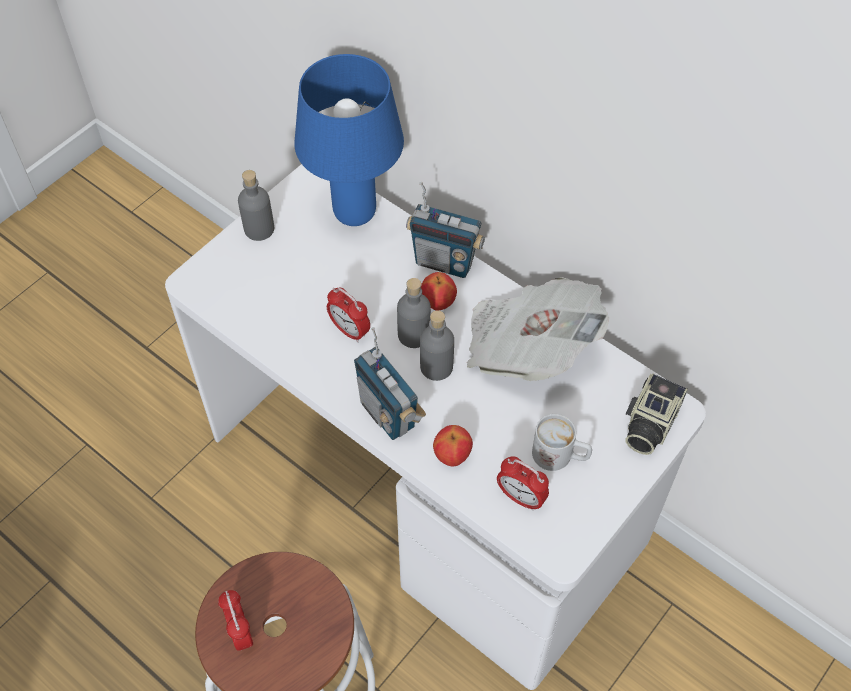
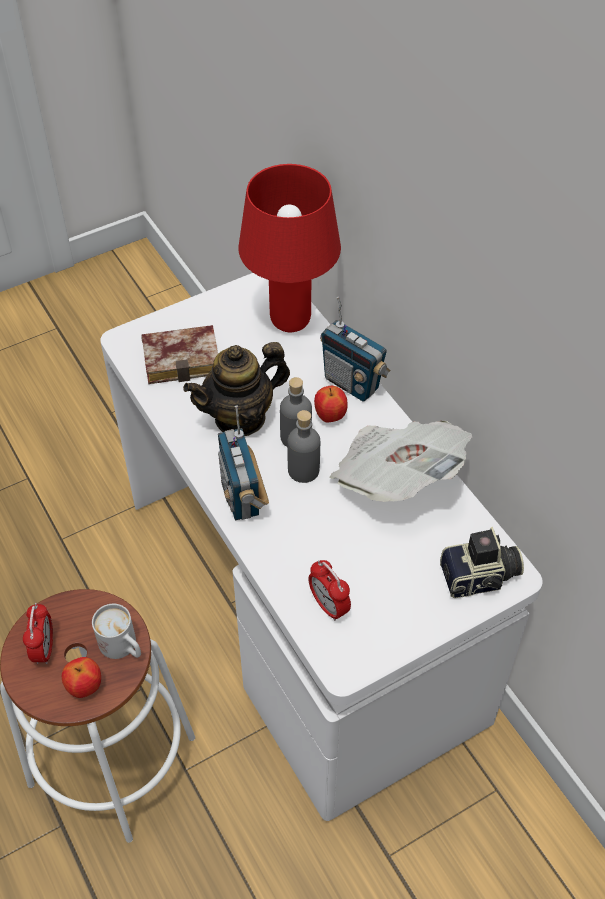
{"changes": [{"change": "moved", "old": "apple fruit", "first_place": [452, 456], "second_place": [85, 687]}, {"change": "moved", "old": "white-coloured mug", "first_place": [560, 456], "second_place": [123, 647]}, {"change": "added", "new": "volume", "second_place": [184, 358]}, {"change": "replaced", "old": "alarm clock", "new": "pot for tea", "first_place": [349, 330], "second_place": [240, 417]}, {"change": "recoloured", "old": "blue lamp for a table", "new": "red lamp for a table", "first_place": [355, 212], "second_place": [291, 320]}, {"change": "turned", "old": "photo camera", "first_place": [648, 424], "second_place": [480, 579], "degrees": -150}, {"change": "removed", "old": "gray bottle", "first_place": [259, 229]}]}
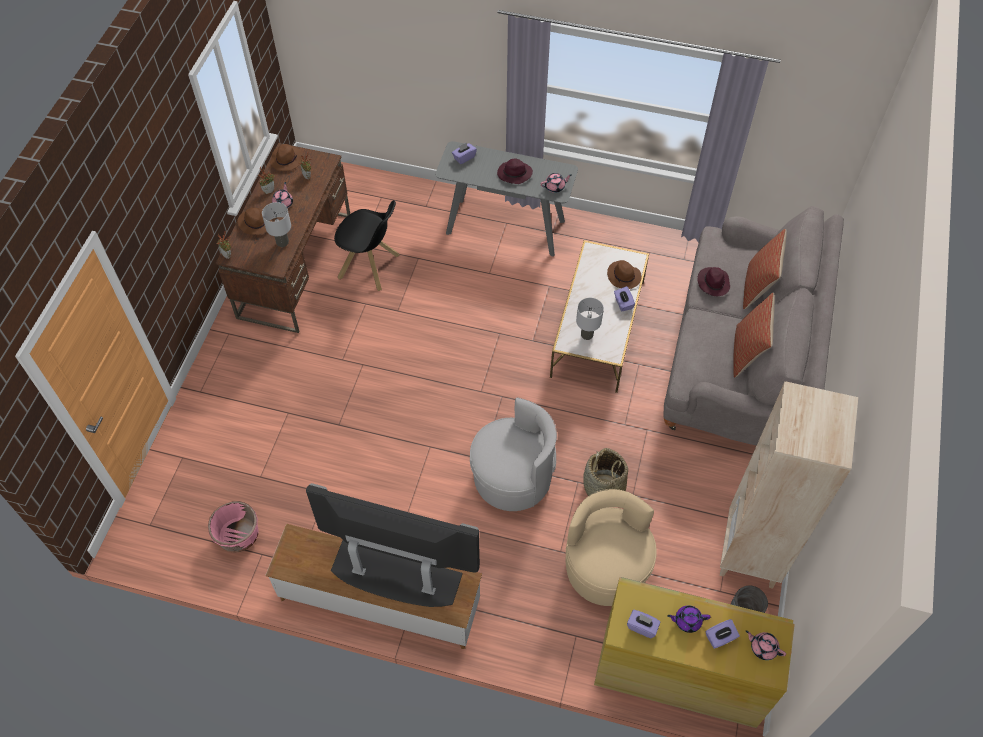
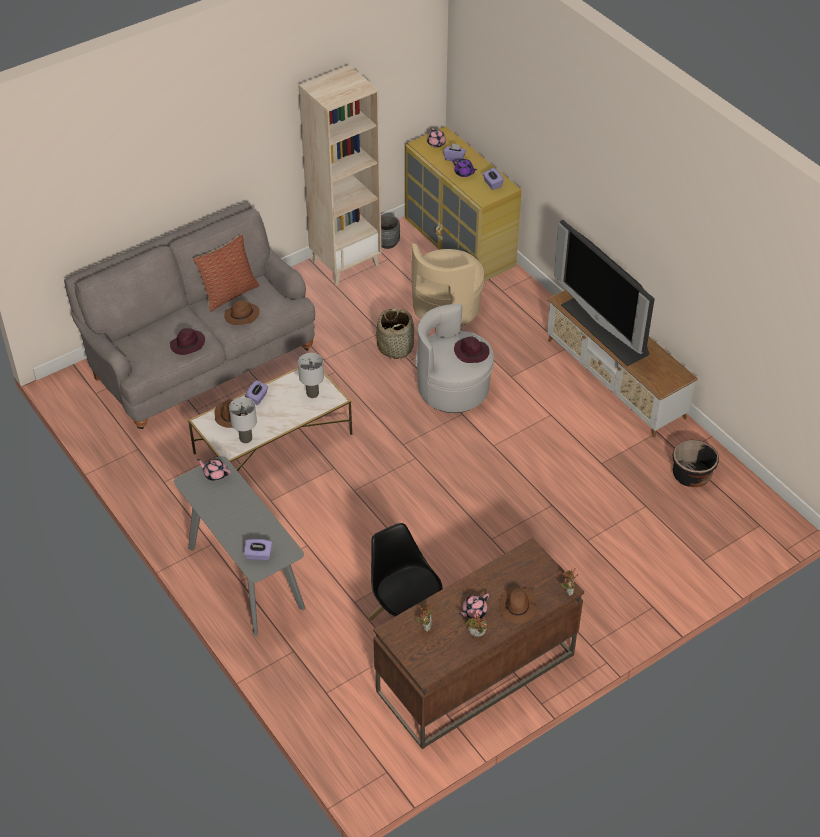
{"changes": [{"change": "moved", "old": "brown-coloured wearable hat", "first_place": [286, 159], "second_place": [241, 316]}, {"change": "moved", "old": "white-coloured lamp for a table", "first_place": [283, 243], "second_place": [245, 438]}, {"change": "moved", "old": "purple wearable hat", "first_place": [514, 174], "second_place": [472, 352]}, {"change": "recoloured", "old": "pink-coloured plant pot", "new": "black plant pot", "first_place": [238, 536], "second_place": [691, 475]}, {"change": "removed", "old": "cushion", "first_place": [758, 287]}]}
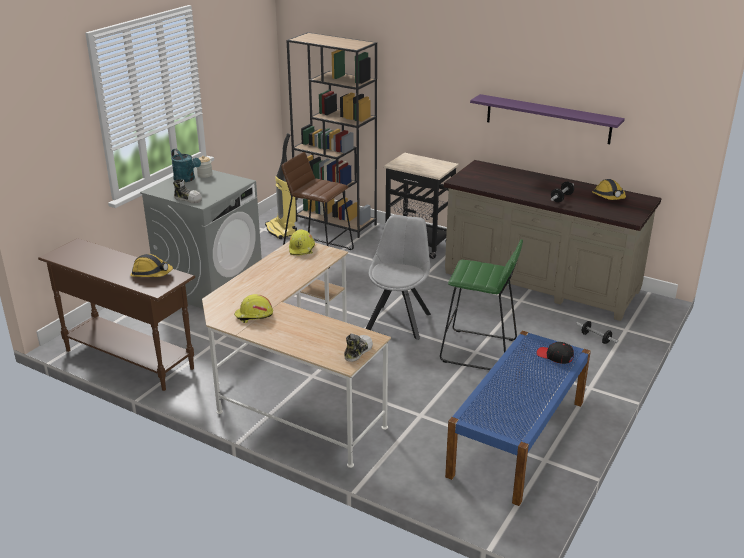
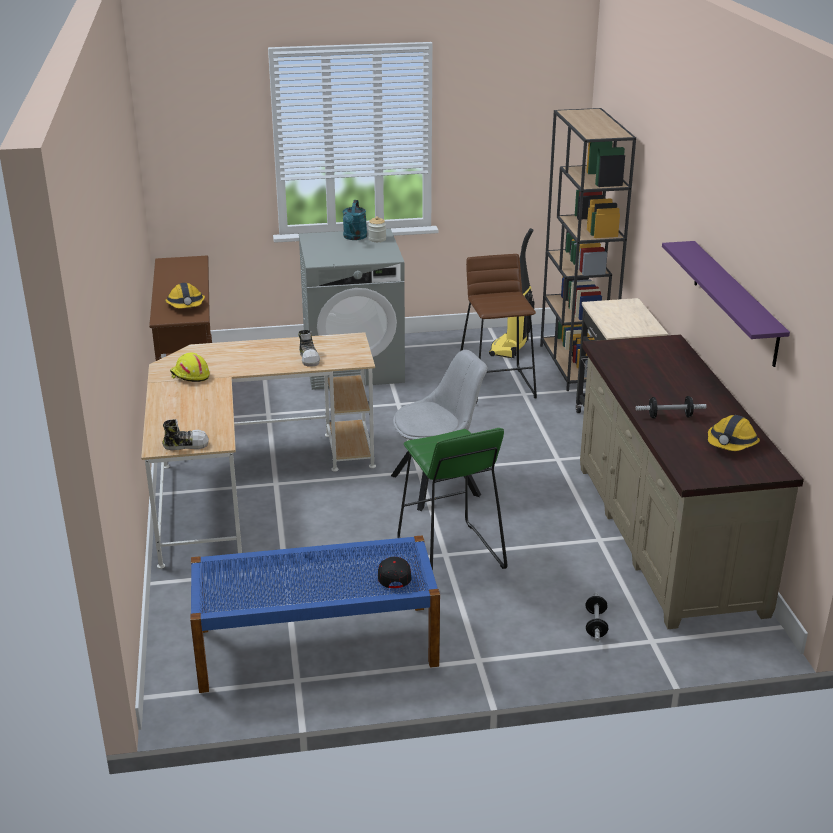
{"changes": [{"change": "moved", "old": "shoe", "first_place": [188, 199], "second_place": [309, 358]}, {"change": "removed", "old": "yellow hard hat", "first_place": [302, 249]}]}
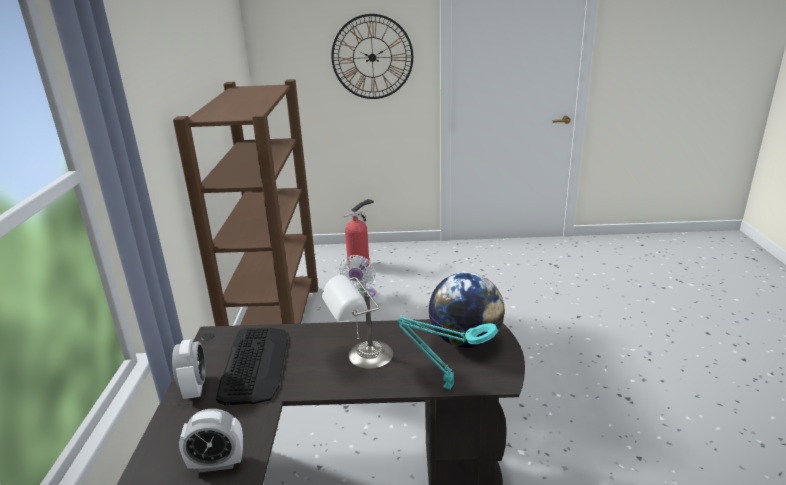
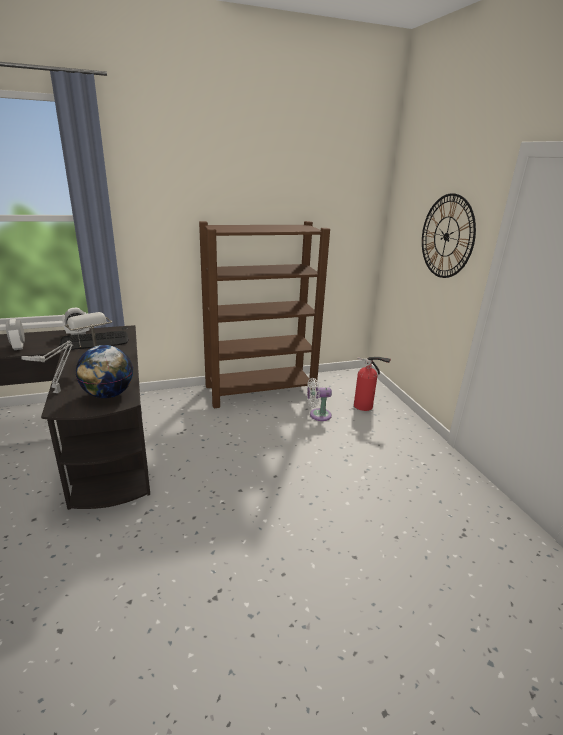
{"changes": [{"change": "recoloured", "old": "blue-green lamp for a table", "new": "gray lamp for a table", "first_place": [445, 386], "second_place": [58, 391]}]}
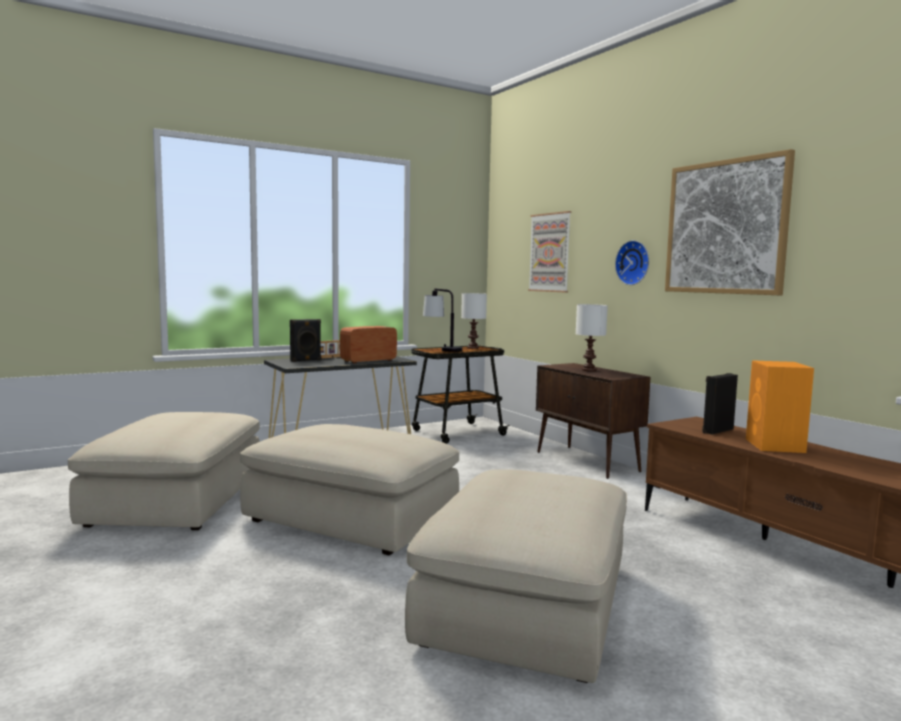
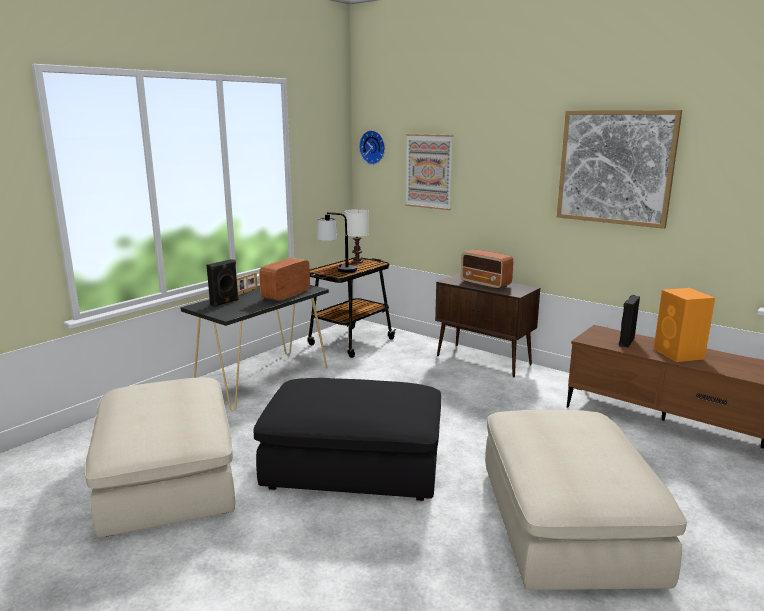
{"changes": [{"change": "recoloured", "old": "sand-coloured ottoman", "new": "black ottoman", "first_place": [353, 518], "second_place": [355, 465]}, {"change": "moved", "old": "clock on the wall", "first_place": [634, 263], "second_place": [373, 147]}, {"change": "replaced", "old": "white-coloured lamp for a table", "new": "radio set", "first_place": [589, 370], "second_place": [486, 284]}]}
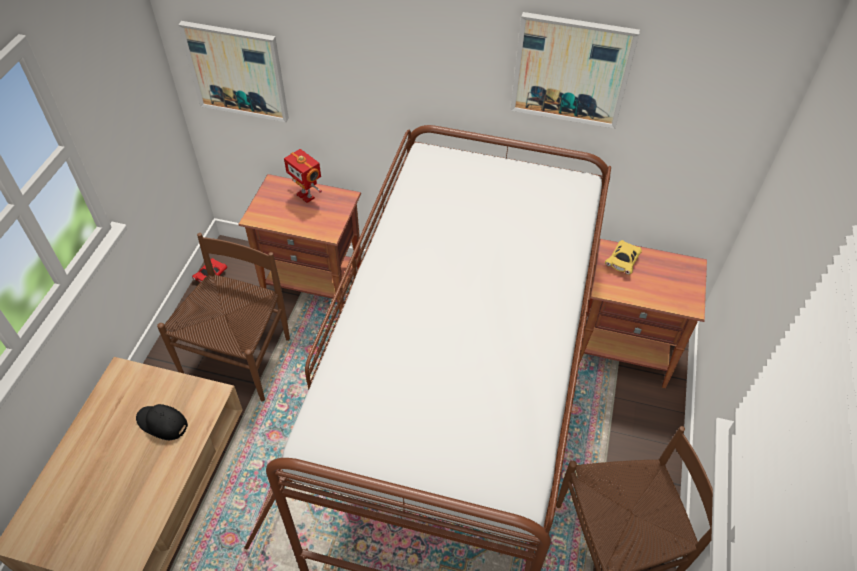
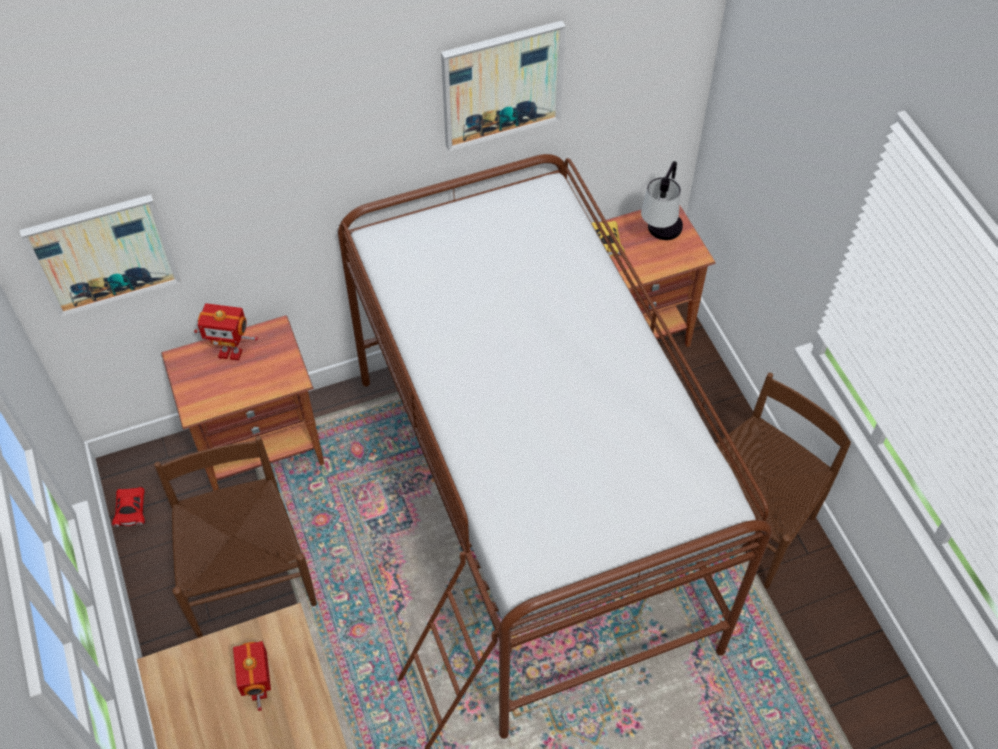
{"changes": [{"change": "replaced", "old": "black baseball cap", "new": "robot figure", "first_place": [162, 423], "second_place": [260, 688]}, {"change": "added", "new": "lamp for a table", "second_place": [660, 239]}]}
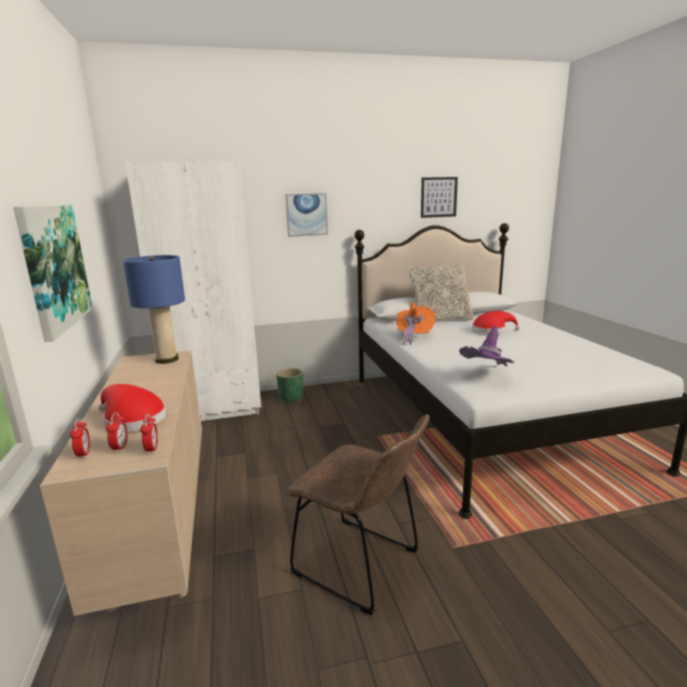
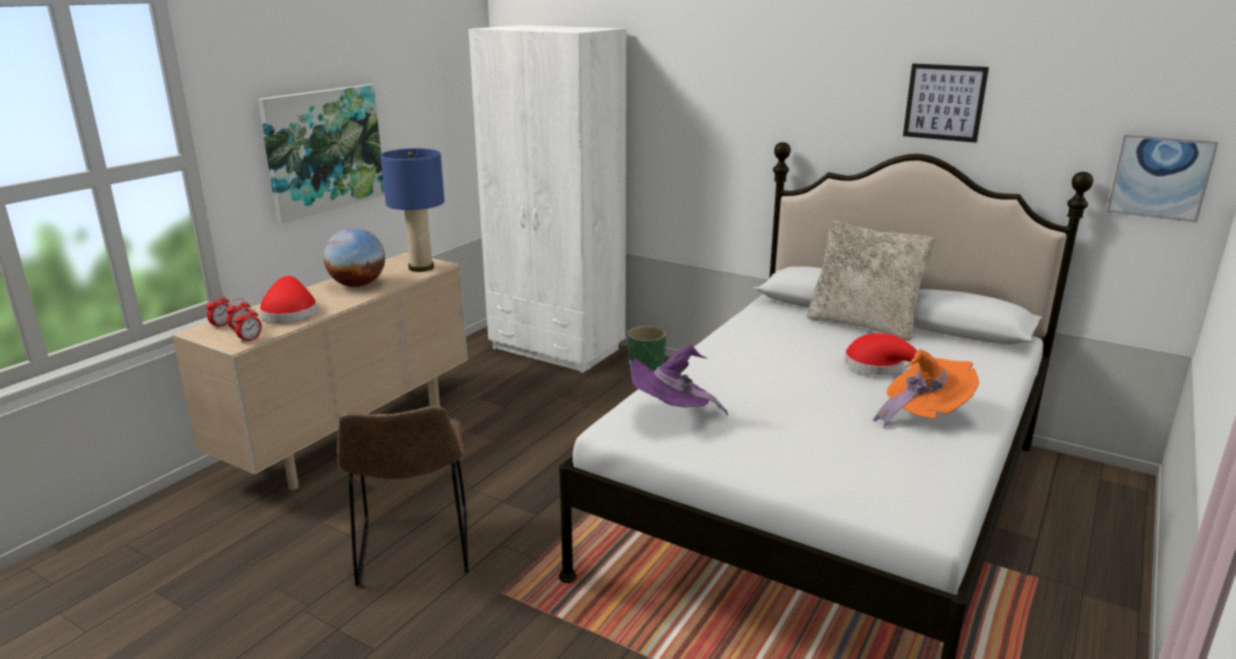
{"changes": [{"change": "added", "new": "world globe", "second_place": [357, 285]}, {"change": "moved", "old": "orange wearable hat", "first_place": [413, 336], "second_place": [922, 414]}, {"change": "moved", "old": "wall art", "first_place": [306, 214], "second_place": [1160, 177]}]}
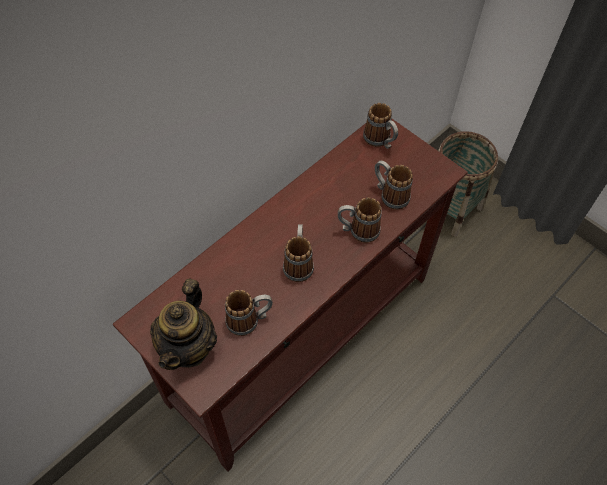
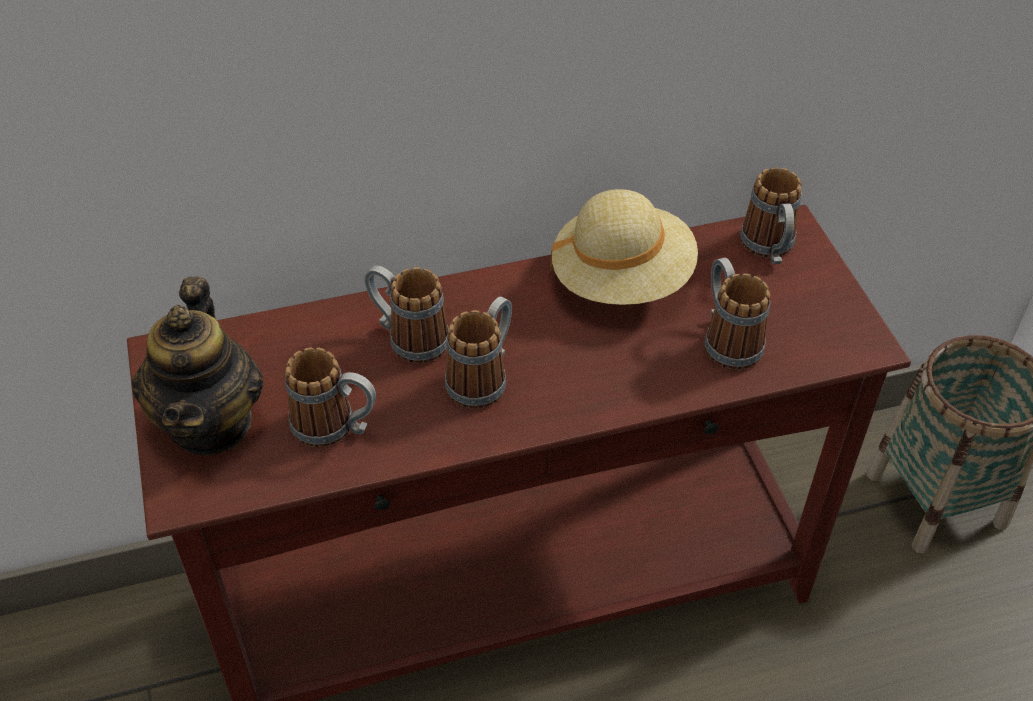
{"changes": [{"change": "turned", "old": "pot for tea", "first_place": [189, 347], "second_place": [211, 423], "degrees": -45}, {"change": "moved", "old": "mug", "first_place": [358, 231], "second_place": [408, 338]}, {"change": "added", "new": "sand-coloured wearable hat", "second_place": [622, 279]}]}
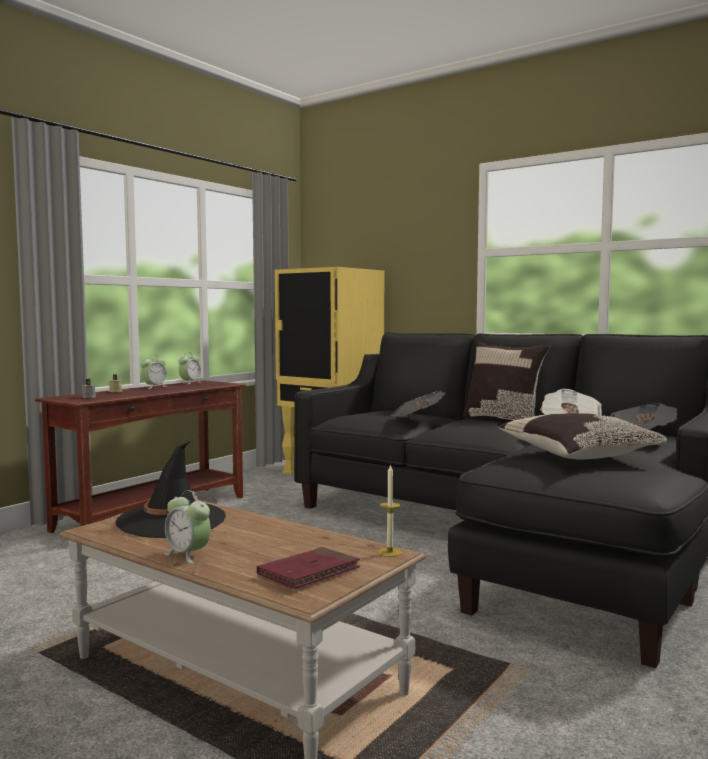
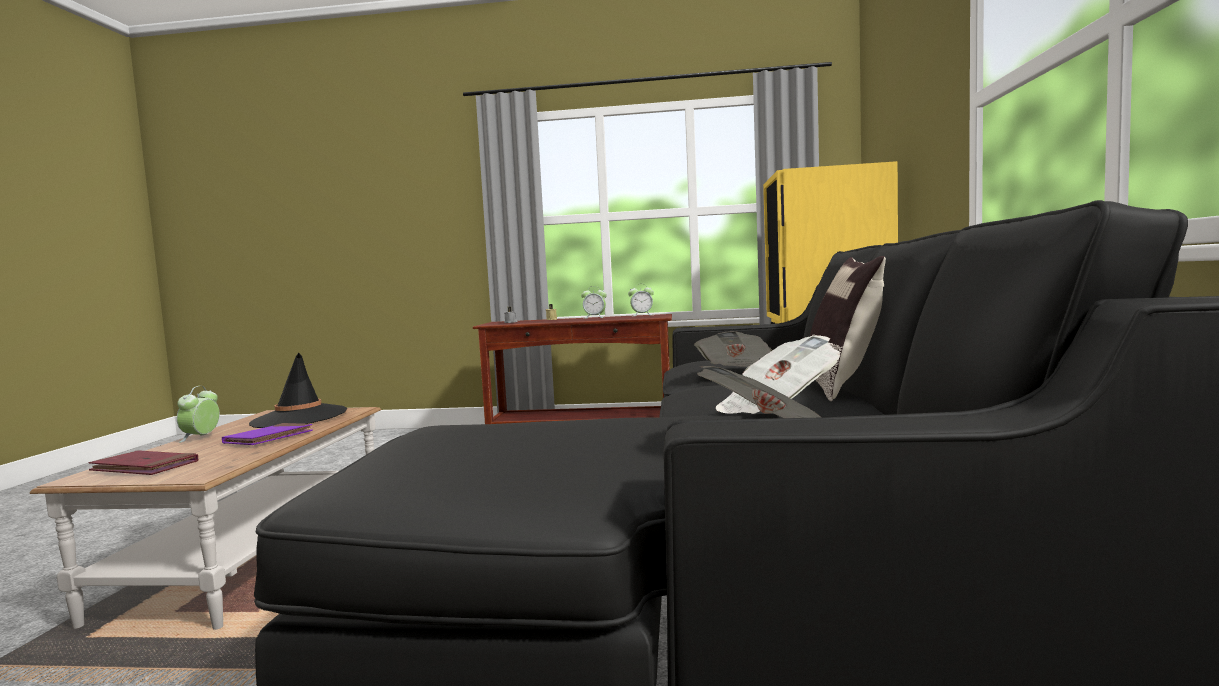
{"changes": [{"change": "added", "new": "purple volume", "second_place": [269, 438]}, {"change": "removed", "old": "candle", "first_place": [390, 552]}, {"change": "removed", "old": "cushion", "first_place": [578, 455]}]}
